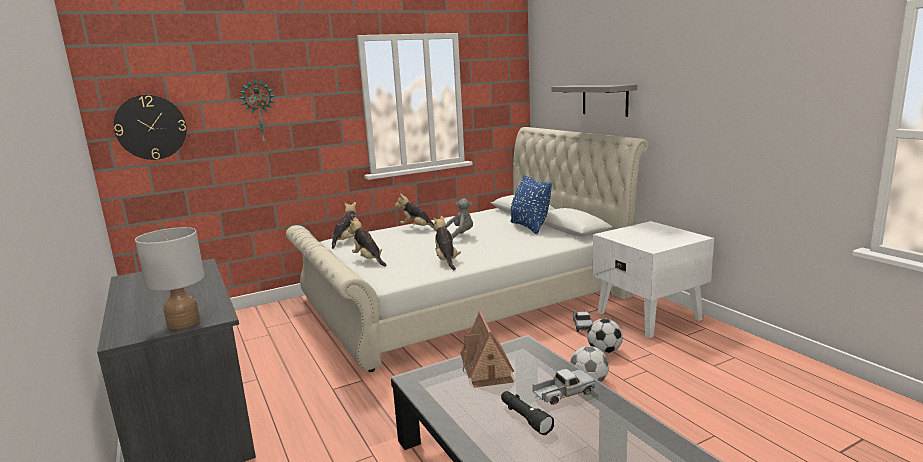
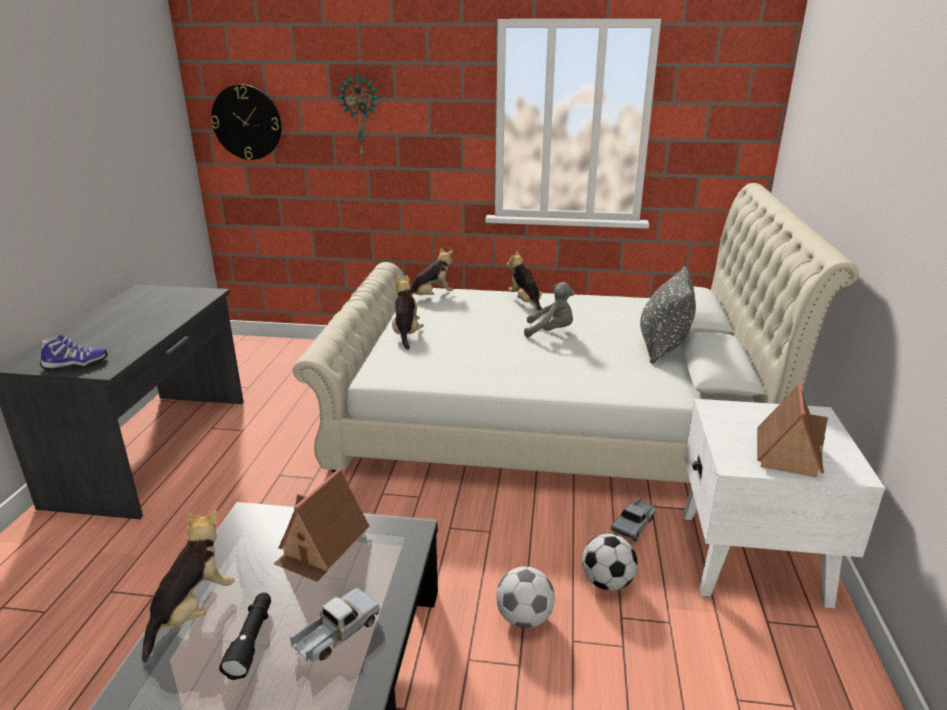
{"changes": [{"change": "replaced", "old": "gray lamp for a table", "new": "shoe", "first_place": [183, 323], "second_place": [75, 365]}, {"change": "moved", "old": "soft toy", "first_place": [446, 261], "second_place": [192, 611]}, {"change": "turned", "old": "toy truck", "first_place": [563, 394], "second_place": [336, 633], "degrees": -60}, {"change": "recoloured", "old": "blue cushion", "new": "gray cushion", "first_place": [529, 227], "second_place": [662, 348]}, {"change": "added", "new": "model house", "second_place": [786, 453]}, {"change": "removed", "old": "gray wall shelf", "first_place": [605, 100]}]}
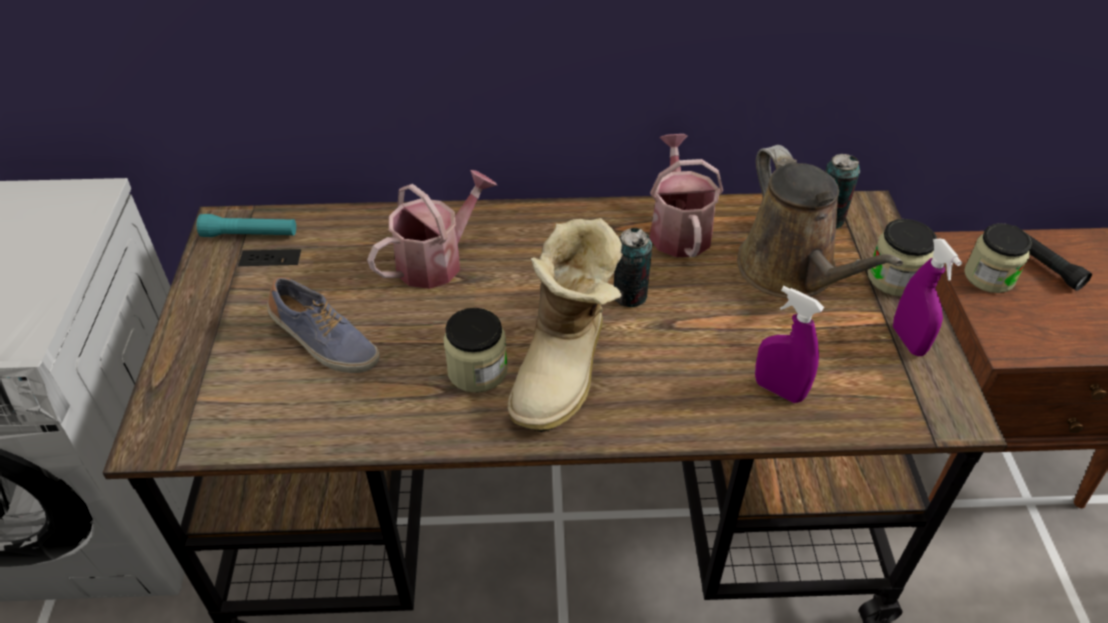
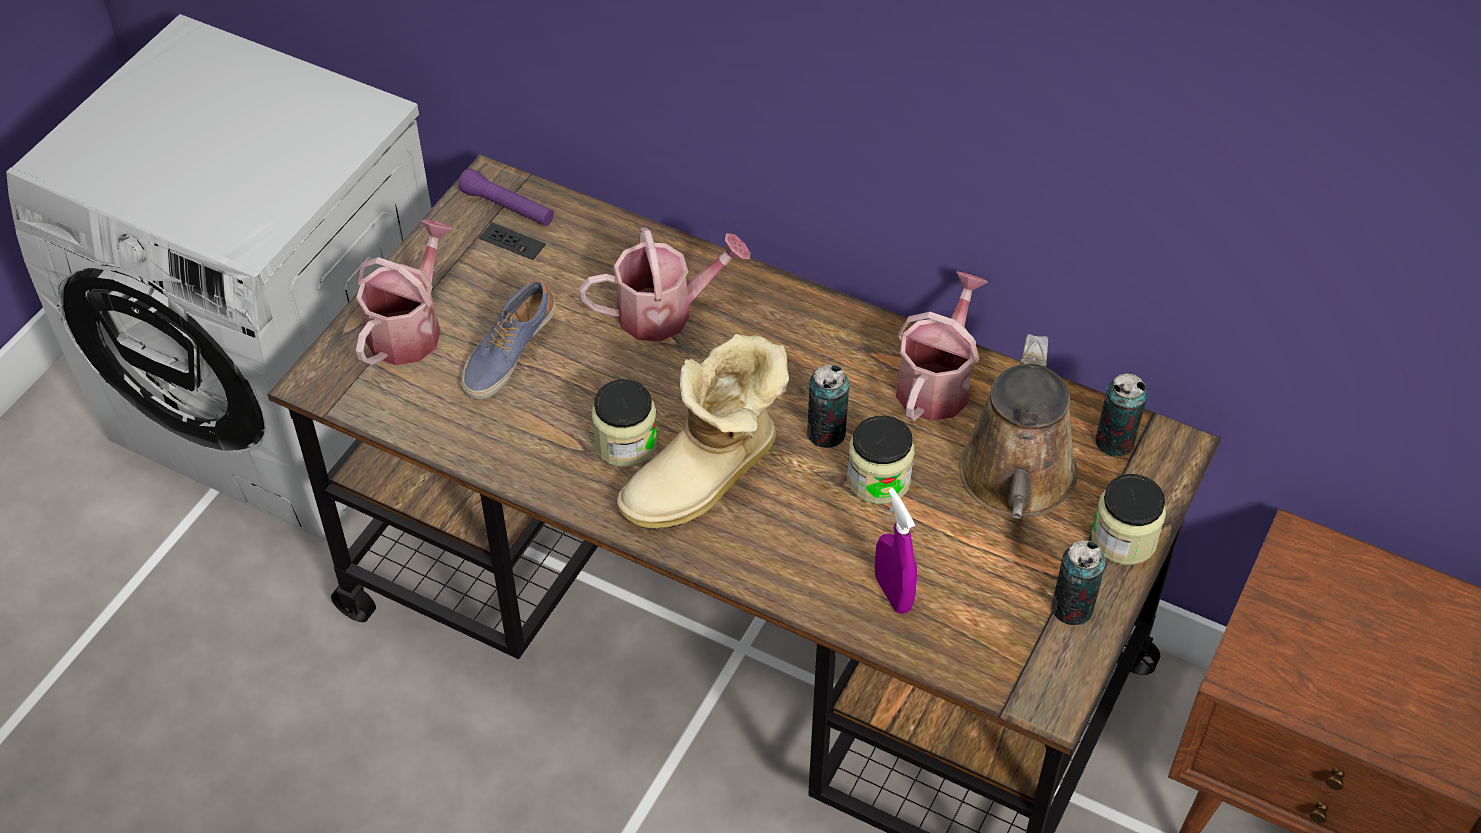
{"changes": [{"change": "added", "new": "sprinkling can", "second_place": [409, 328]}, {"change": "recoloured", "old": "blue-green flashlight", "new": "purple flashlight", "first_place": [250, 235], "second_place": [508, 207]}, {"change": "turned", "old": "shoe", "first_place": [324, 342], "second_place": [508, 353], "degrees": 60}, {"change": "moved", "old": "jar", "first_place": [989, 277], "second_place": [878, 479]}, {"change": "replaced", "old": "purple hand sprayer", "new": "sealed can", "first_place": [908, 340], "second_place": [1072, 608]}, {"change": "removed", "old": "black flashlight", "first_place": [1042, 264]}]}
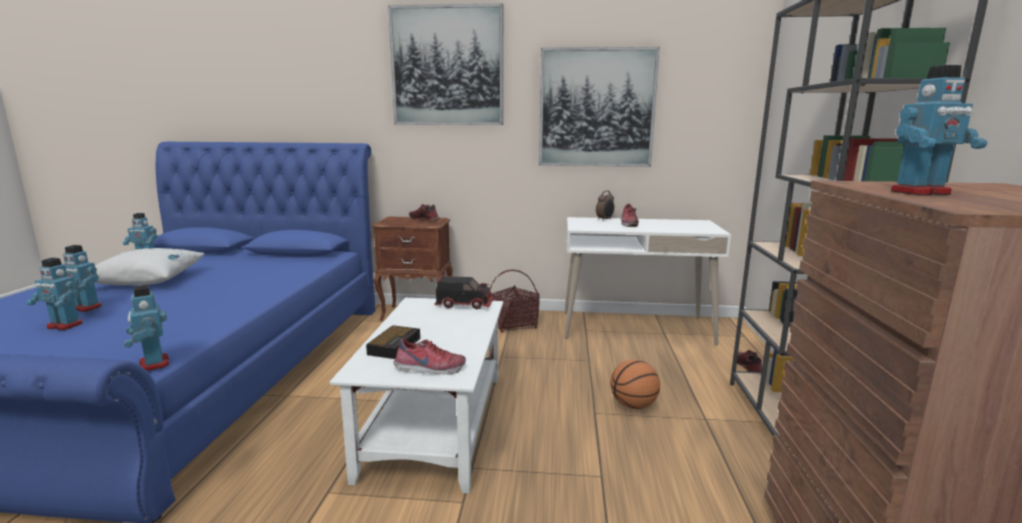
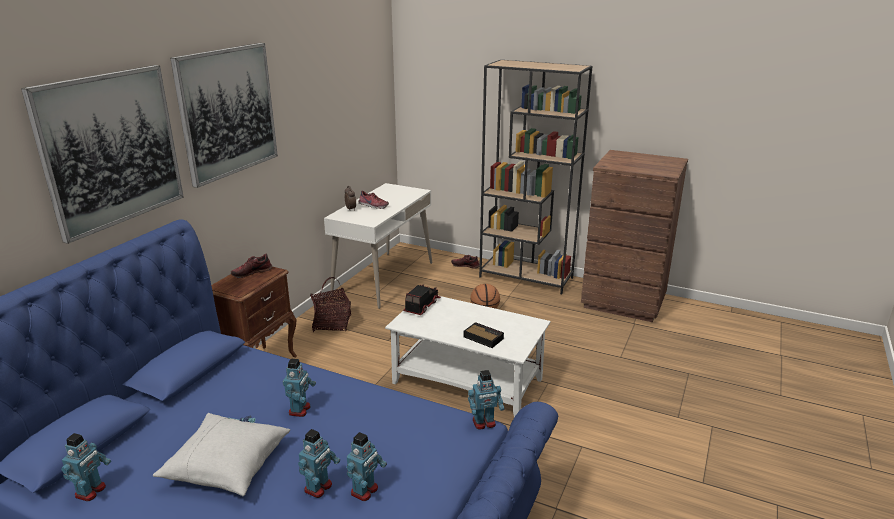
{"changes": [{"change": "moved", "old": "wall art", "first_place": [596, 108], "second_place": [110, 149]}, {"change": "moved", "old": "robot figure", "first_place": [921, 193], "second_place": [300, 410]}, {"change": "removed", "old": "shoe", "first_place": [429, 369]}]}
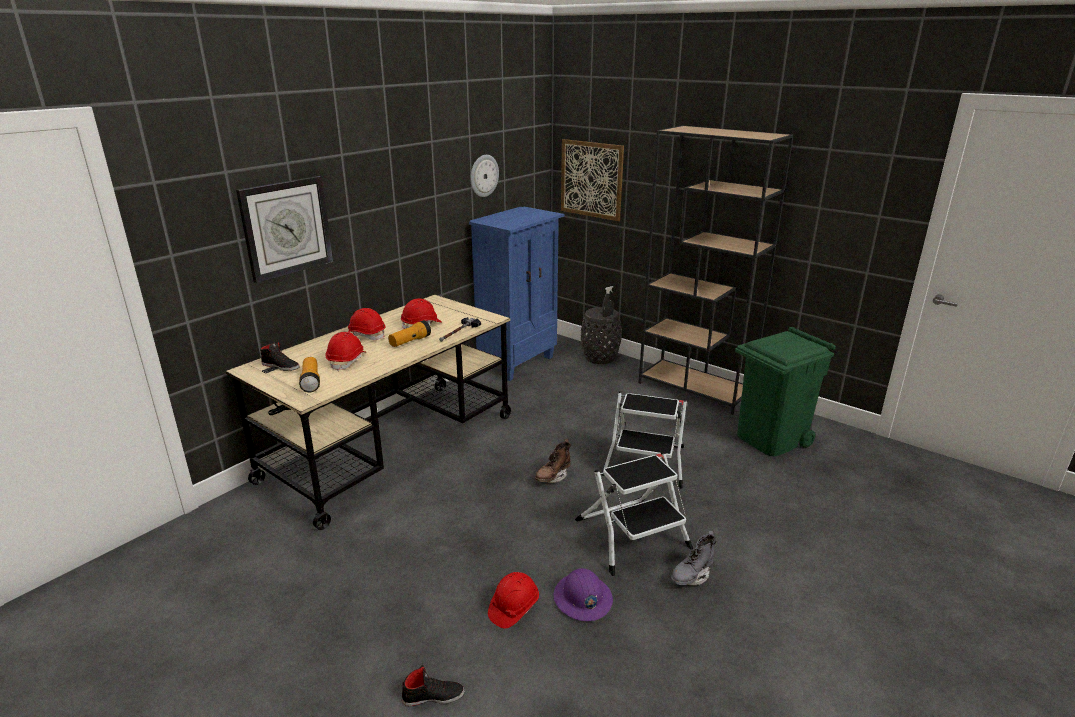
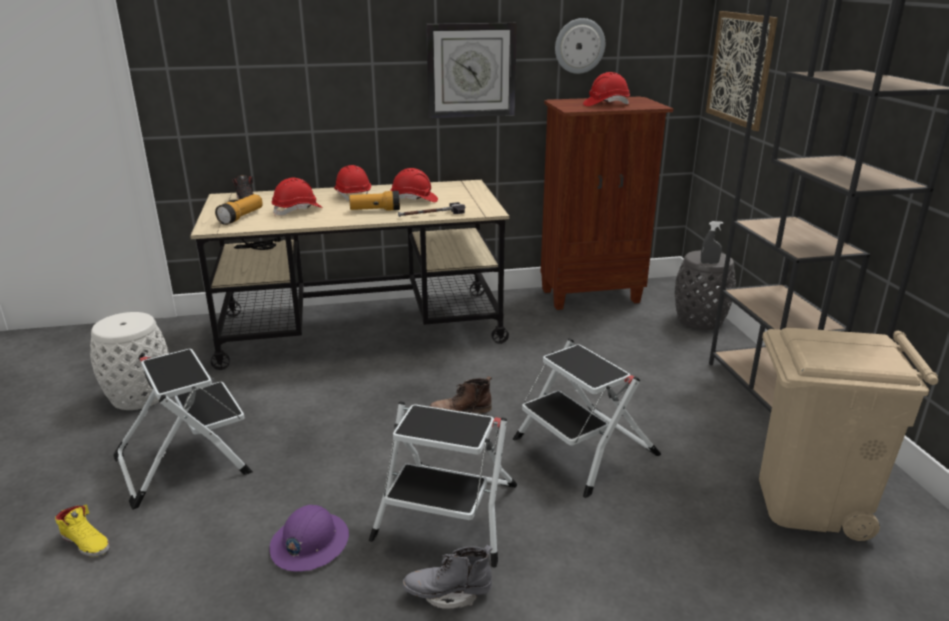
{"changes": [{"change": "recoloured", "old": "black shoe", "new": "yellow shoe", "first_place": [433, 696], "second_place": [86, 542]}, {"change": "added", "new": "white-coloured sitting stool", "second_place": [139, 396]}, {"change": "added", "new": "step stool", "second_place": [184, 460]}, {"change": "moved", "old": "clock on the wall", "first_place": [286, 227], "second_place": [471, 70]}, {"change": "recoloured", "old": "blue cupboard", "new": "brown-coloured cupboard", "first_place": [518, 364], "second_place": [591, 297]}, {"change": "moved", "old": "red hard hat", "first_place": [513, 608], "second_place": [605, 104]}, {"change": "recoloured", "old": "green-coloured trash can", "new": "sand-coloured trash can", "first_place": [771, 439], "second_place": [809, 503]}]}
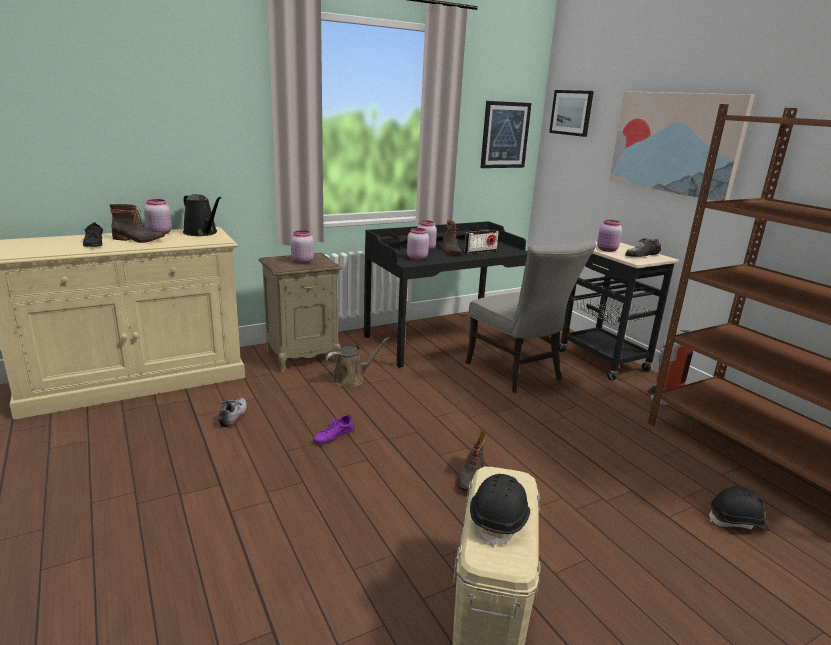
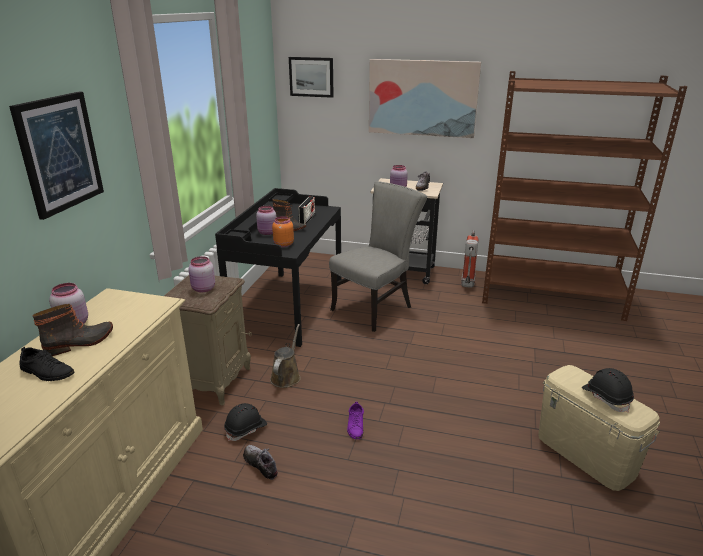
{"changes": [{"change": "moved", "old": "wall art", "first_place": [505, 135], "second_place": [59, 153]}, {"change": "moved", "old": "black hard hat", "first_place": [737, 522], "second_place": [246, 429]}, {"change": "recoloured", "old": "pink-coloured jar", "new": "orange jar", "first_place": [416, 258], "second_place": [283, 244]}, {"change": "turned", "old": "gray chair", "first_place": [518, 373], "second_place": [376, 307], "degrees": -60}, {"change": "removed", "old": "black sprinkling can", "first_place": [202, 233]}, {"change": "removed", "old": "tall boot", "first_place": [470, 477]}]}
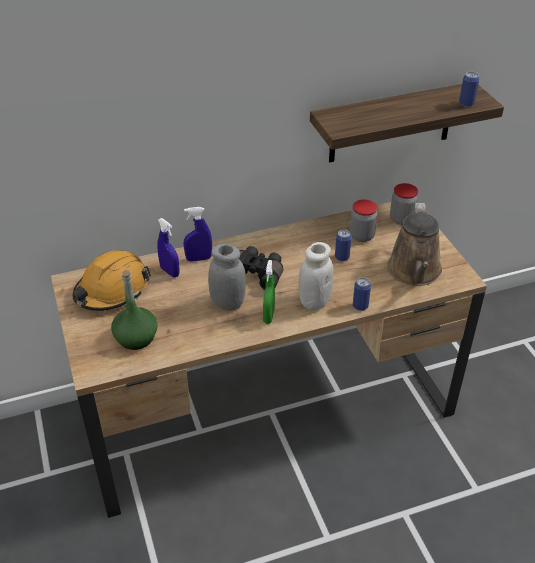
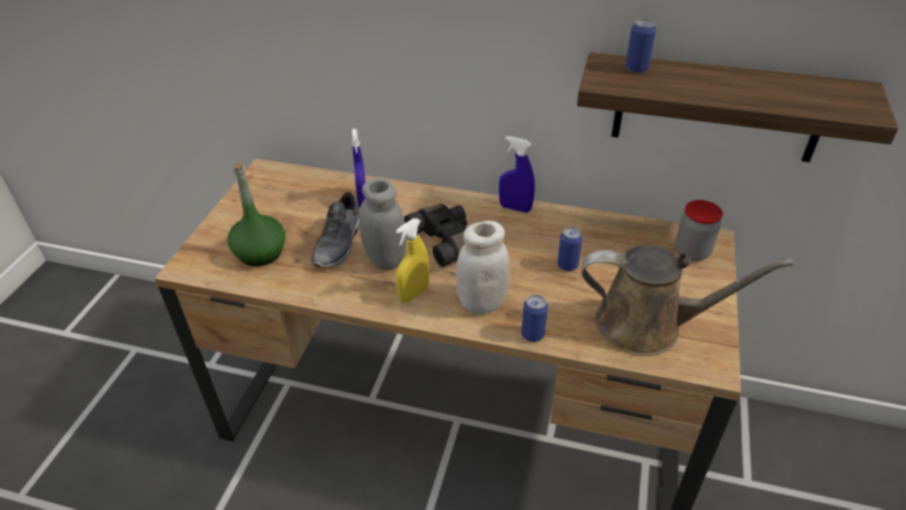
{"changes": [{"change": "added", "new": "gray shoe", "second_place": [340, 243]}, {"change": "recoloured", "old": "green-coloured hand sprayer", "new": "yellow hand sprayer", "first_place": [268, 316], "second_place": [413, 294]}, {"change": "moved", "old": "blue hand sprayer", "first_place": [199, 259], "second_place": [515, 208]}, {"change": "turned", "old": "brown-coloured sprinkling can", "first_place": [414, 272], "second_place": [647, 325], "degrees": -120}, {"change": "moved", "old": "sealed can", "first_place": [466, 103], "second_place": [636, 68]}, {"change": "removed", "old": "orange hard hat", "first_place": [112, 290]}, {"change": "removed", "old": "jar", "first_place": [361, 236]}]}
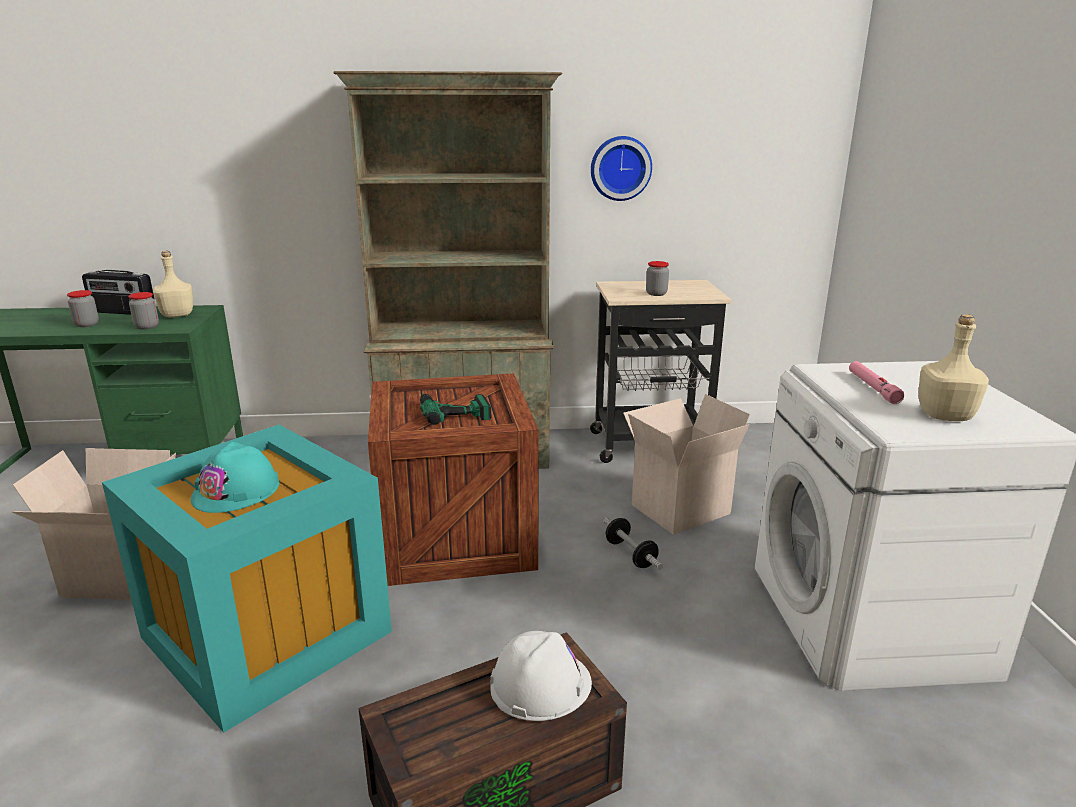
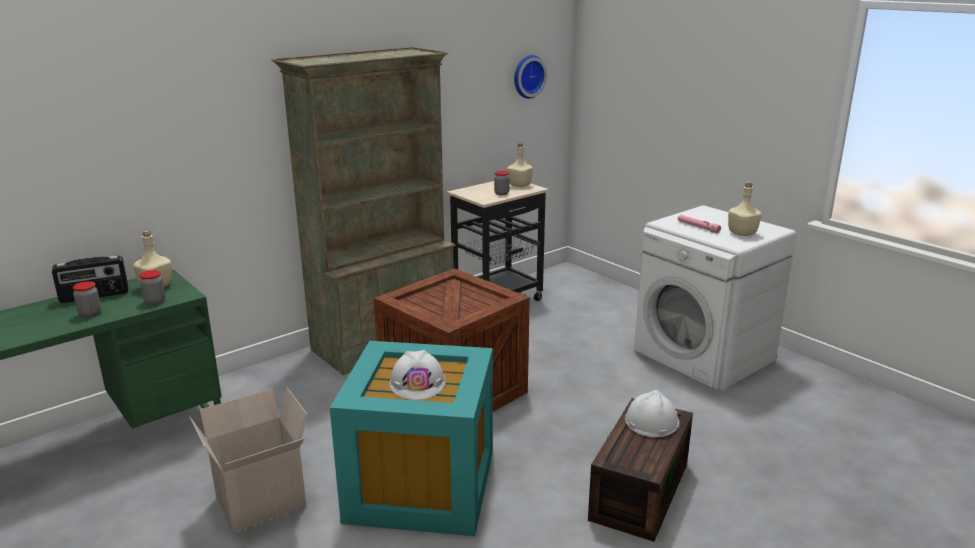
{"changes": [{"change": "recoloured", "old": "blue-green hard hat", "new": "white-coloured hard hat", "first_place": [236, 491], "second_place": [417, 383]}, {"change": "added", "new": "sand-coloured bottle", "second_place": [520, 185]}, {"change": "moved", "old": "clock on the wall", "first_place": [620, 168], "second_place": [527, 76]}, {"change": "removed", "old": "drill", "first_place": [451, 409]}, {"change": "removed", "old": "free weight", "first_place": [630, 554]}, {"change": "removed", "old": "cardboard box", "first_place": [679, 507]}]}
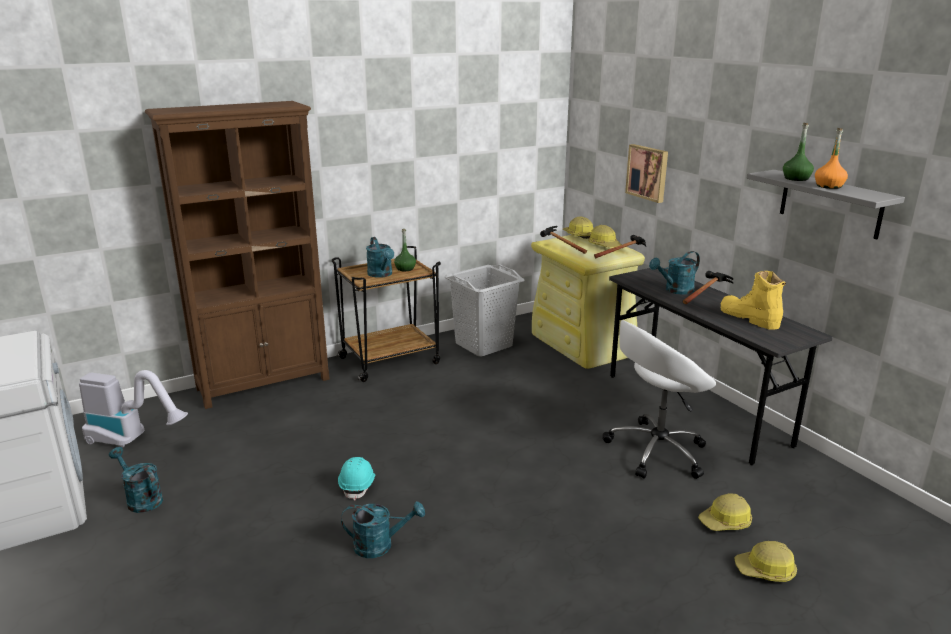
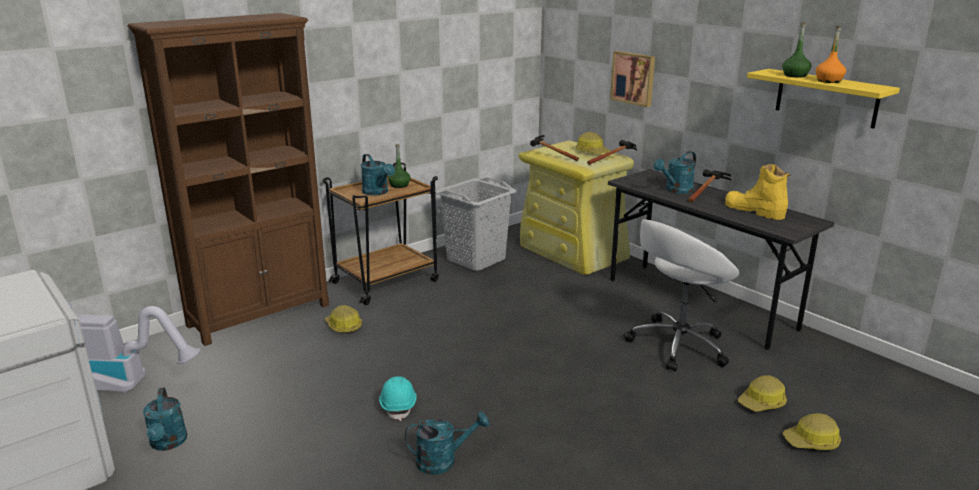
{"changes": [{"change": "turned", "old": "blue-green sprinkling can", "first_place": [141, 499], "second_place": [168, 443], "degrees": -135}, {"change": "moved", "old": "hard hat", "first_place": [578, 235], "second_place": [343, 326]}, {"change": "recoloured", "old": "gray wall shelf", "new": "yellow wall shelf", "first_place": [830, 204], "second_place": [826, 98]}]}
